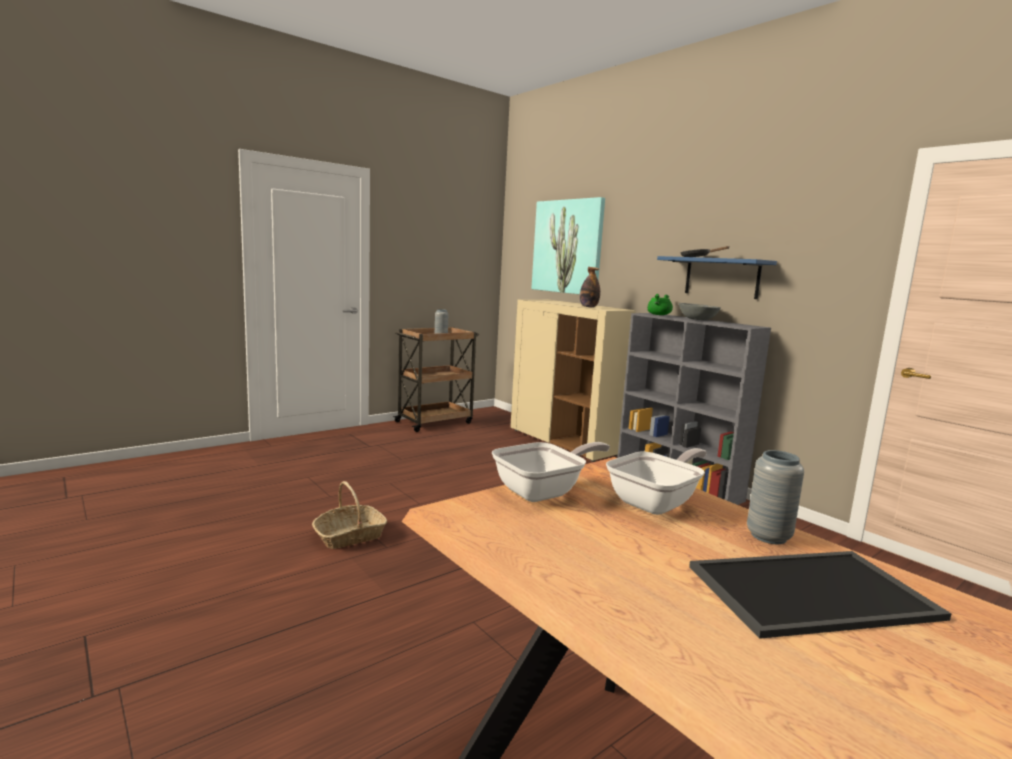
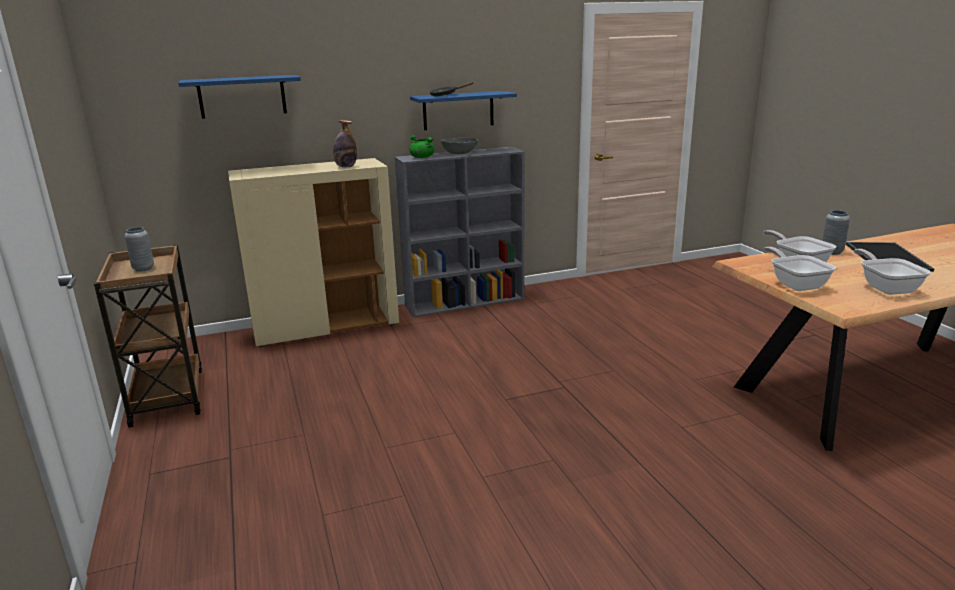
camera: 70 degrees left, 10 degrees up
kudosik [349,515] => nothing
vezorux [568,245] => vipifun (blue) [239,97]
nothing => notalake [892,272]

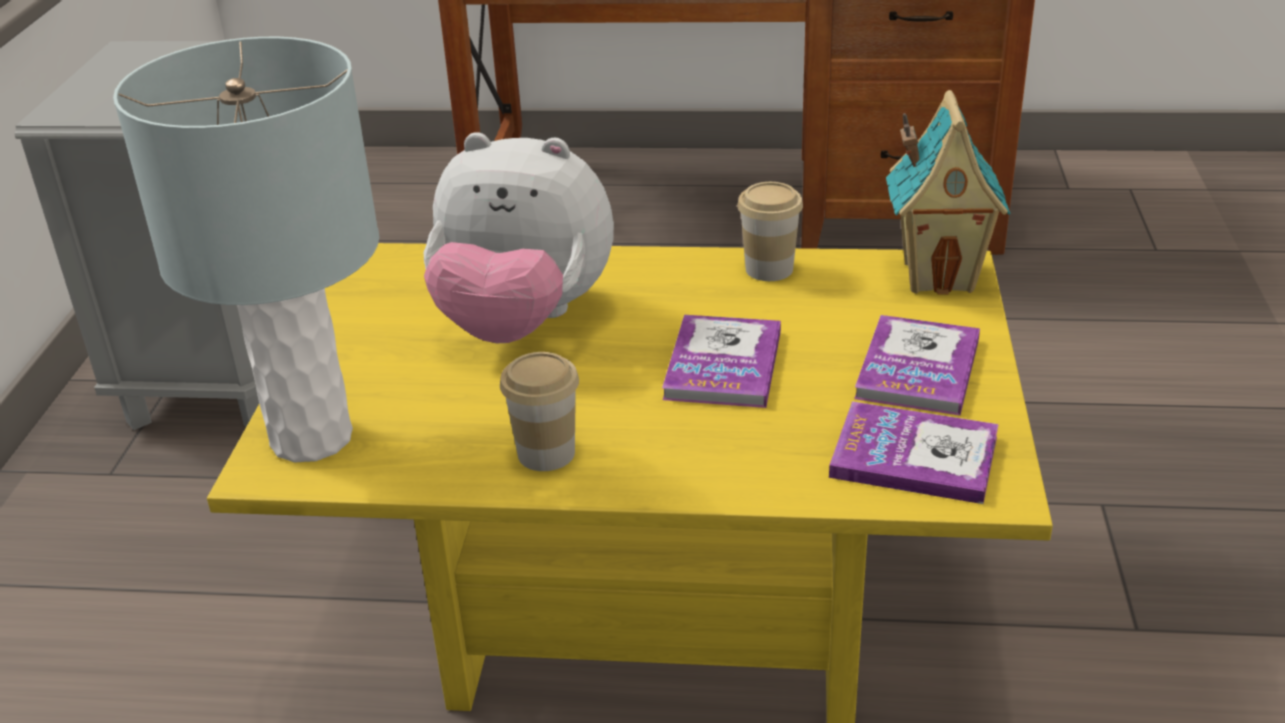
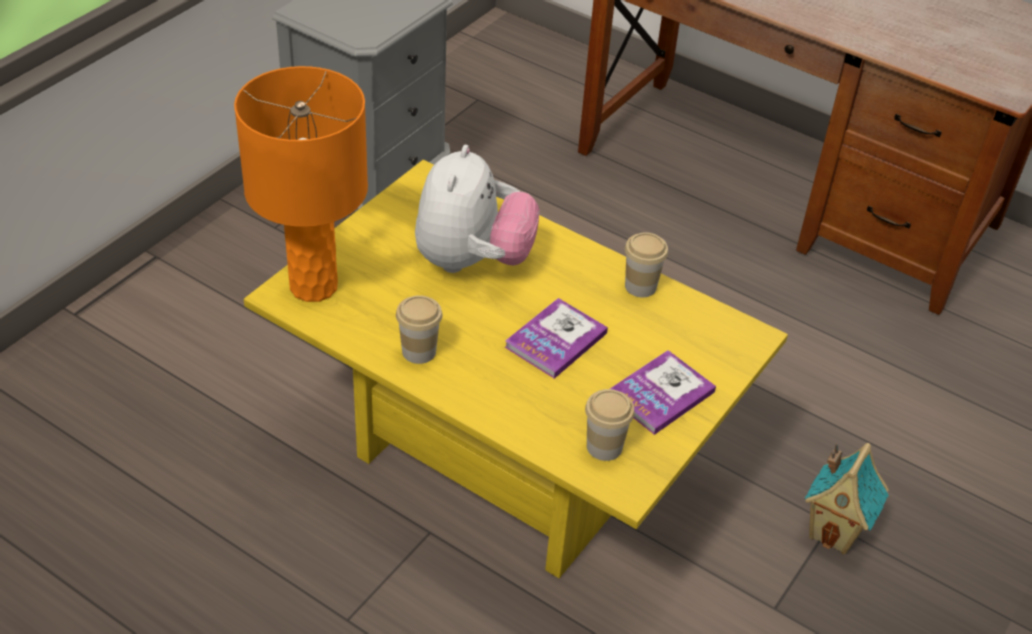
camera: 25 degrees right, 10 degrees up
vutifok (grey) [246,249] => vutifok (orange) [301,184]
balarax [518,237] => balarax [477,209], 120 degrees counterclockwise
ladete [914,453] => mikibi [610,425]
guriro [948,192] => guriro [847,498], shifted

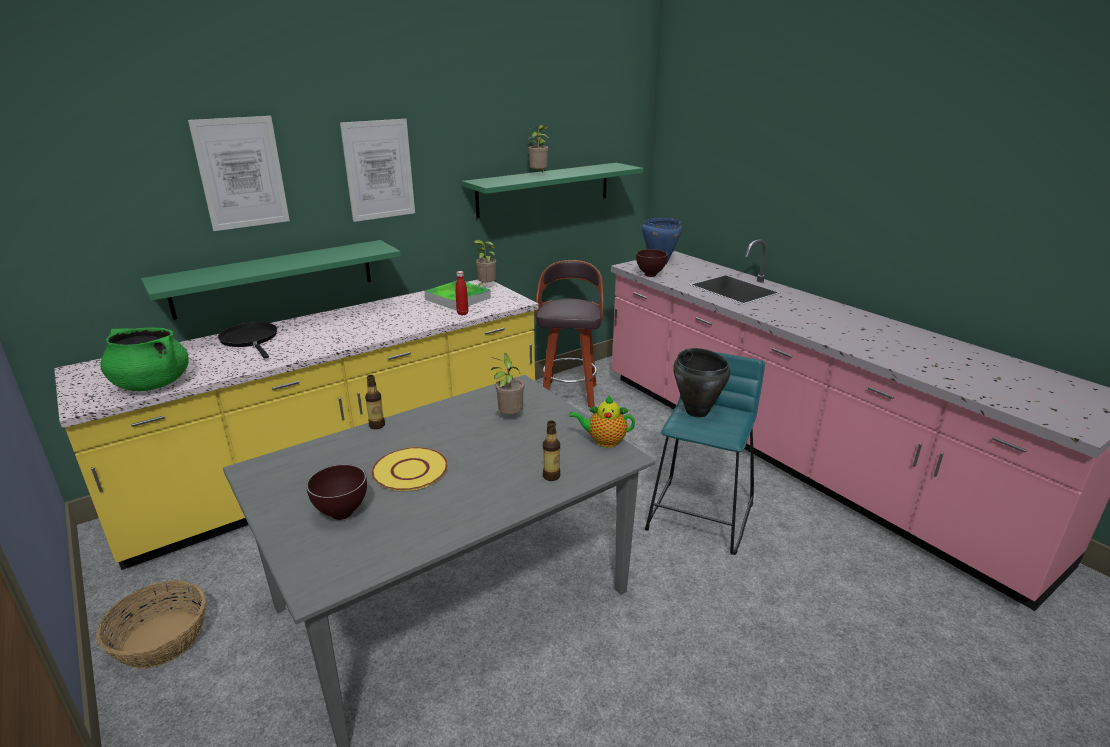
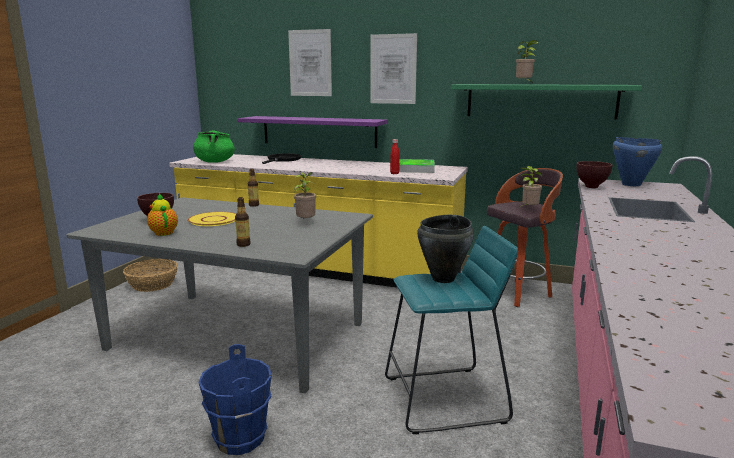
camera: 55 degrees right, 10 degrees down
vipifun (green) [271,280] => vipifun (purple) [313,132]
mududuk [484,263] => mududuk [531,186], shifted
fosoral [602,421] => fosoral [162,214], shifted
nothing => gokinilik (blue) [234,399]

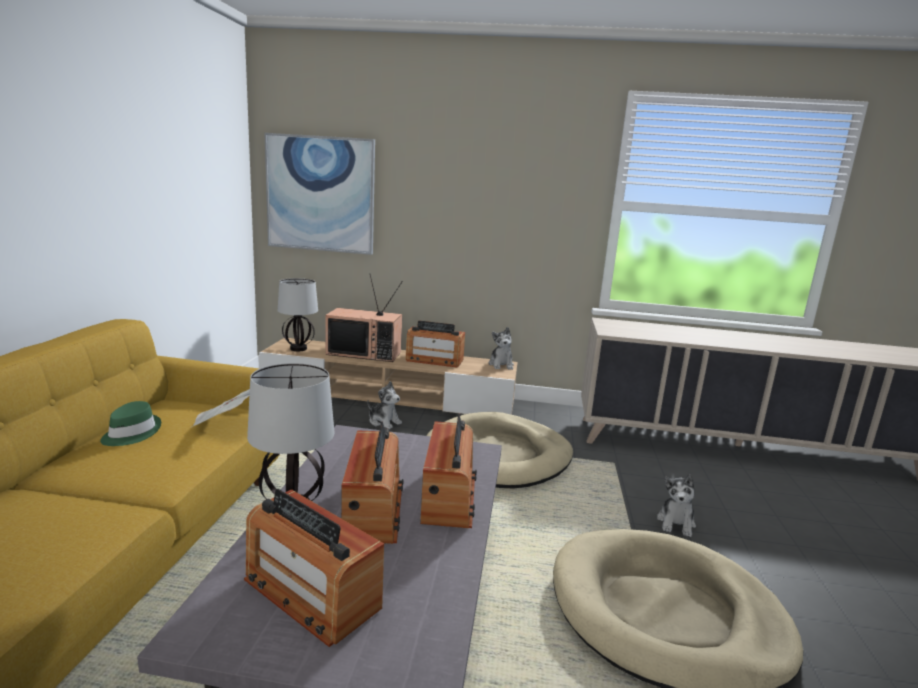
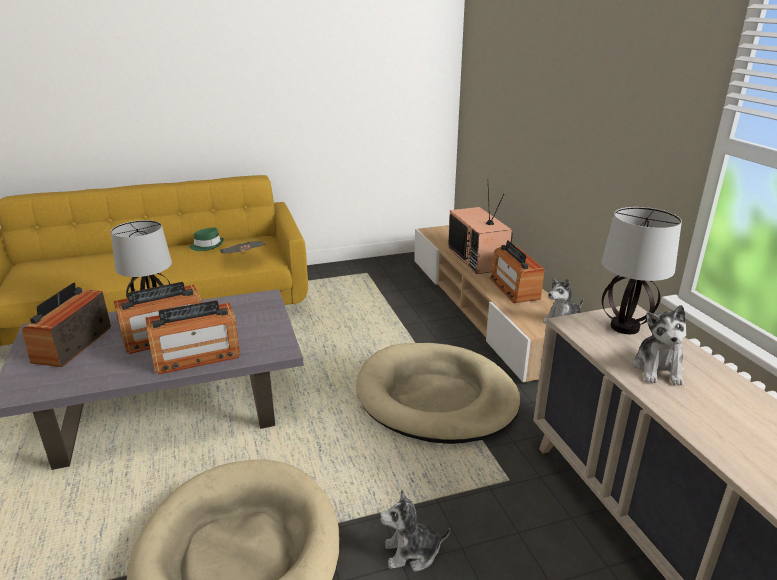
camera: 65 degrees right, 10 degrees up
vezorux [319,194] => nothing
vutifok [298,314] => vutifok [641,270], shifted
balarax [385,405] => balarax [659,345], shifted

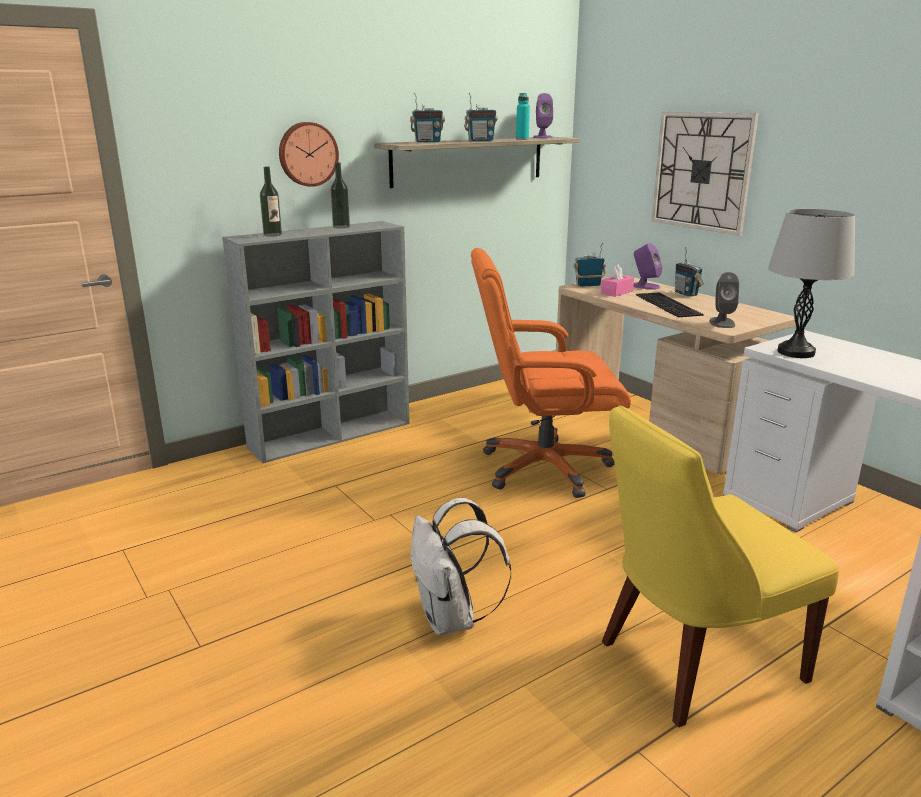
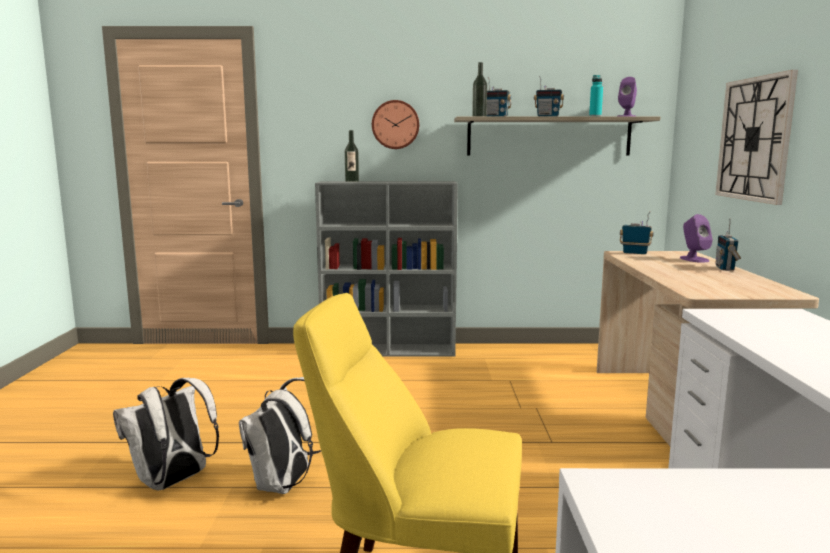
camera: 35 degrees right, 10 degrees down
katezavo [340,195] => katezavo [479,89], shifted
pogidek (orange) [551,373] => nothing
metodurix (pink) [617,281] => nothing
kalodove [670,304] => nothing
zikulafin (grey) [724,300] => nothing
vutifok (grey) [811,283] => nothing
nothing => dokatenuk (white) [166,434]

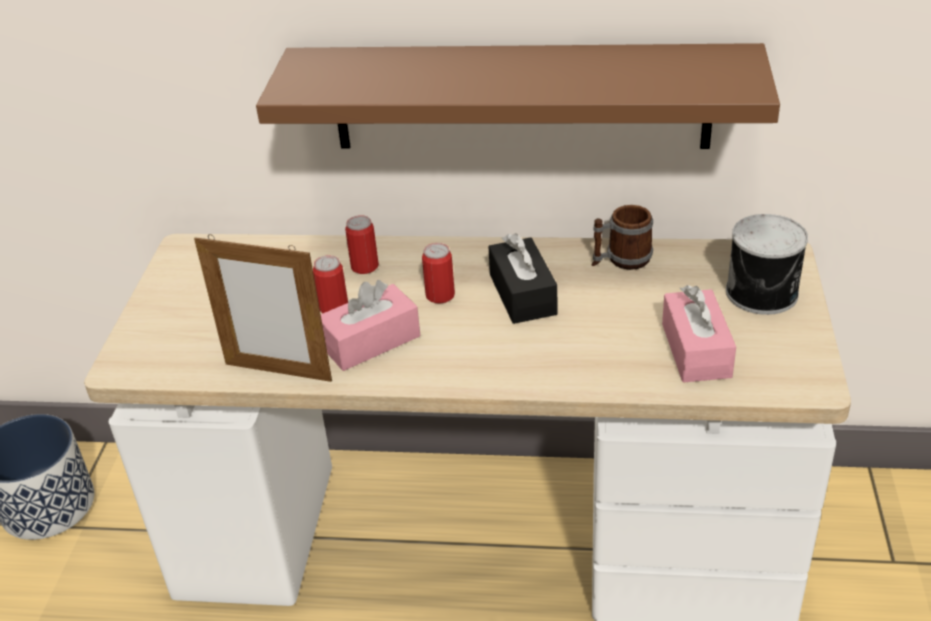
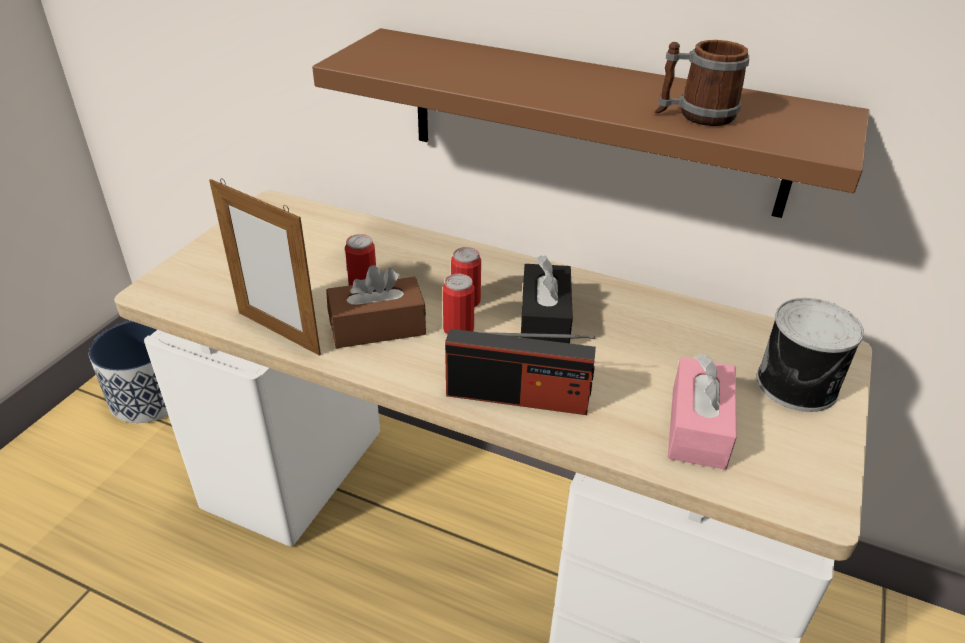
camera: 15 degrees right, 0 degrees up
metodurix (pink) [370,325] => metodurix (brown) [376,306]
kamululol [362,244] => kamululol [459,304], shifted
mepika [622,237] => mepika [702,83], shifted
nothing => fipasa [520,372]

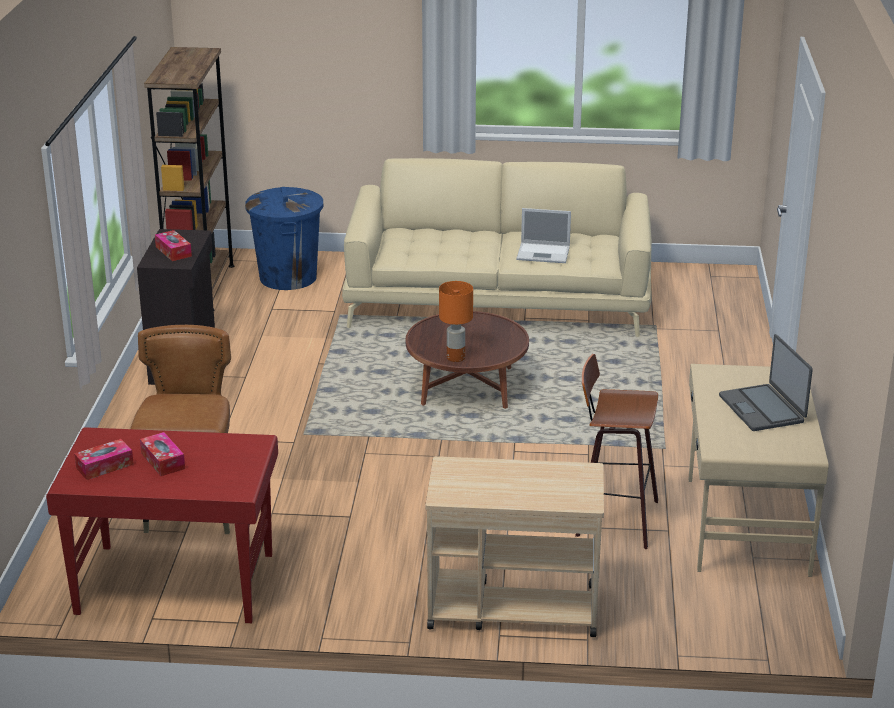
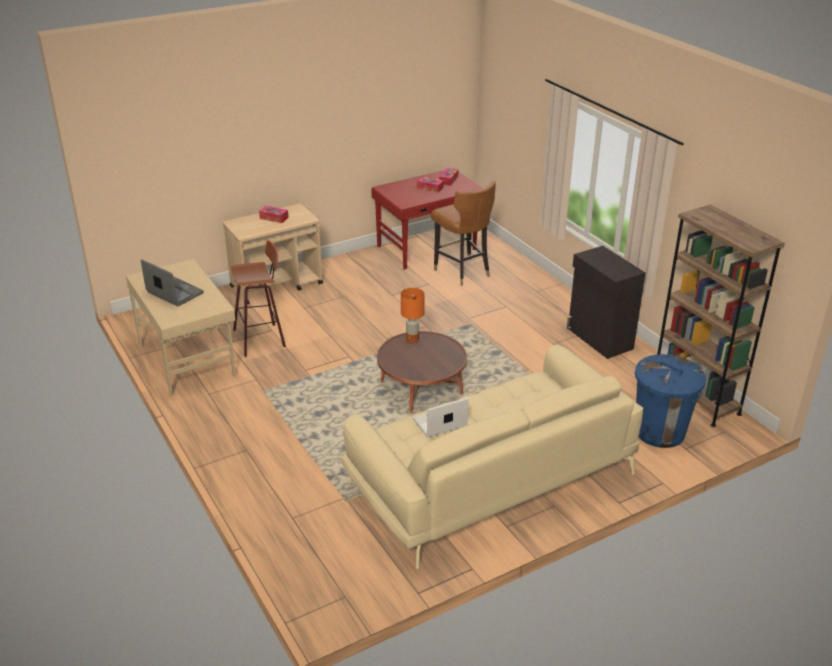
camera: 145 degrees right, 5 degrees up
metodurix [173,245] => metodurix [273,214], shifted

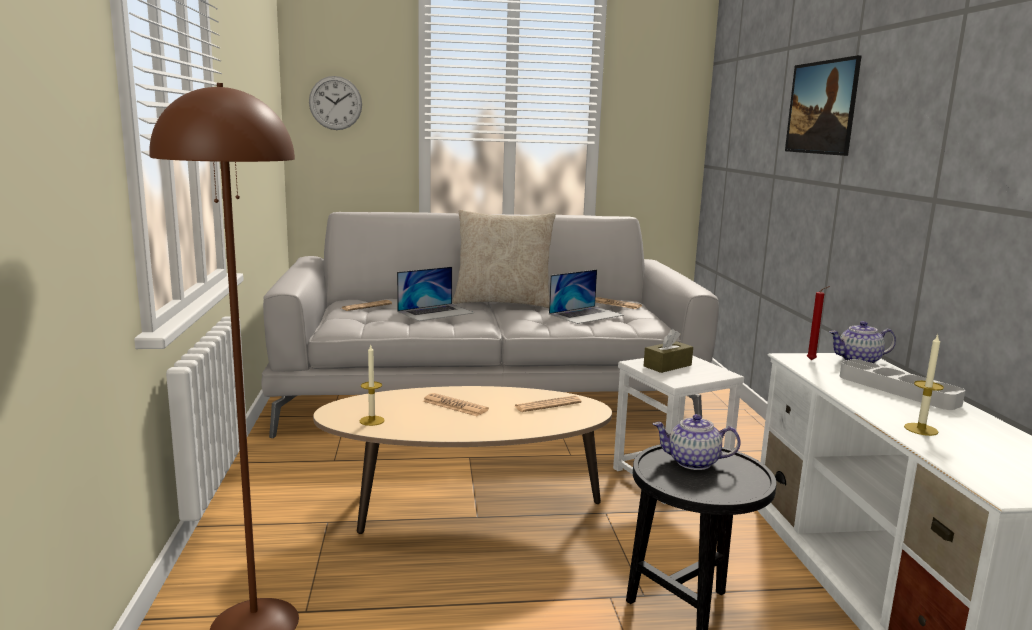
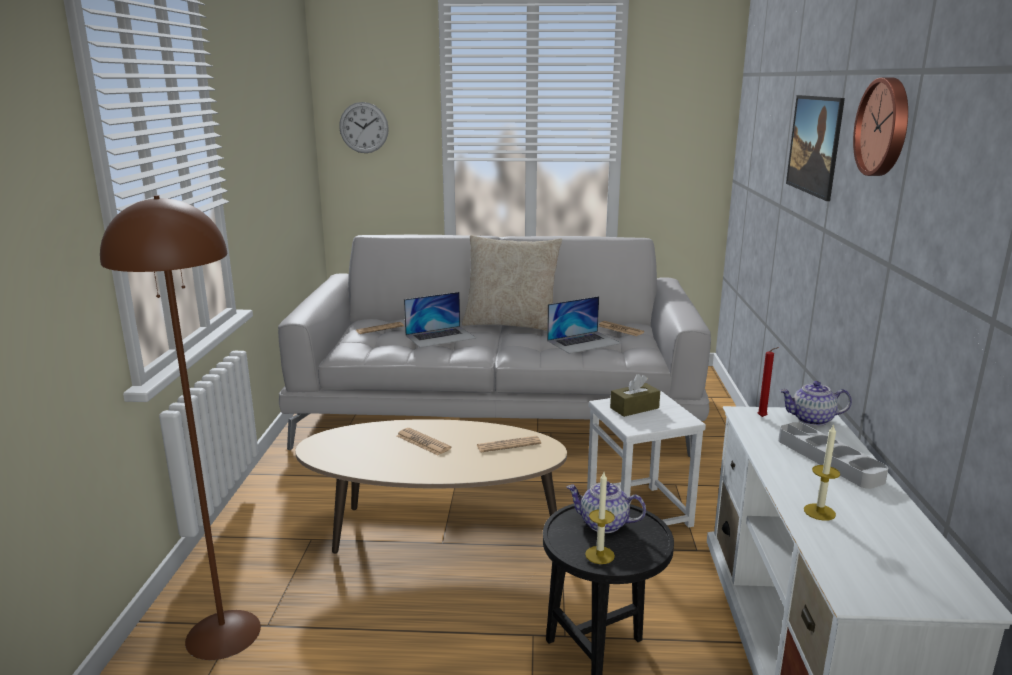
camera: 10 degrees right, 5 degrees up
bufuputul [372,385] => bufuputul [600,518], shifted
nothing => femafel [880,127]

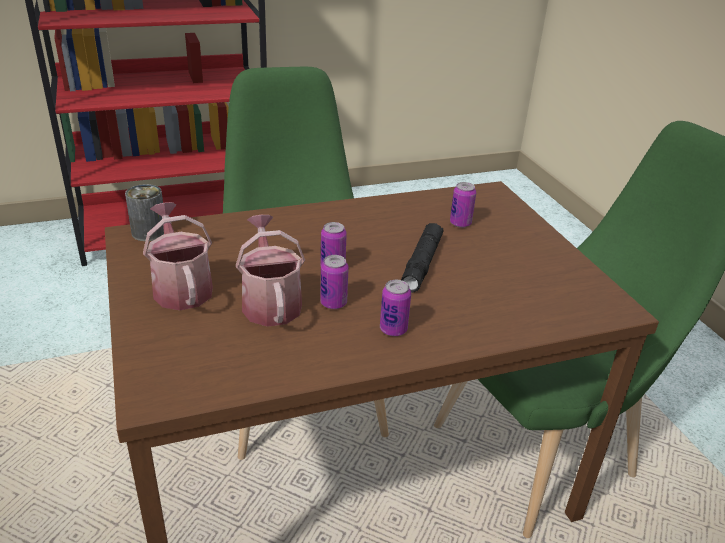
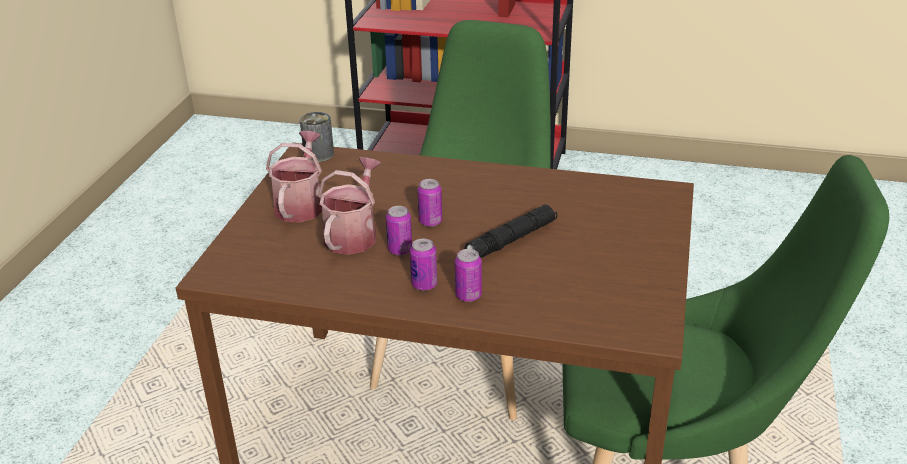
camera: 35 degrees right, 0 degrees up
kamululol [463,205] => kamululol [468,275], shifted

